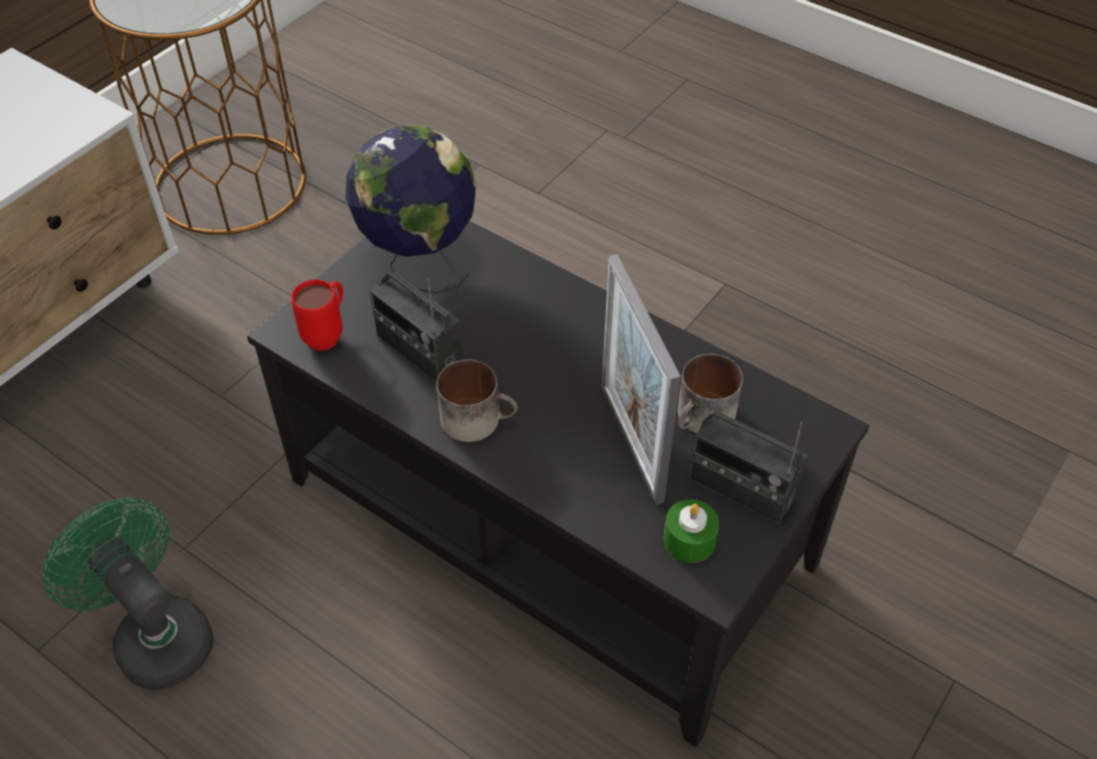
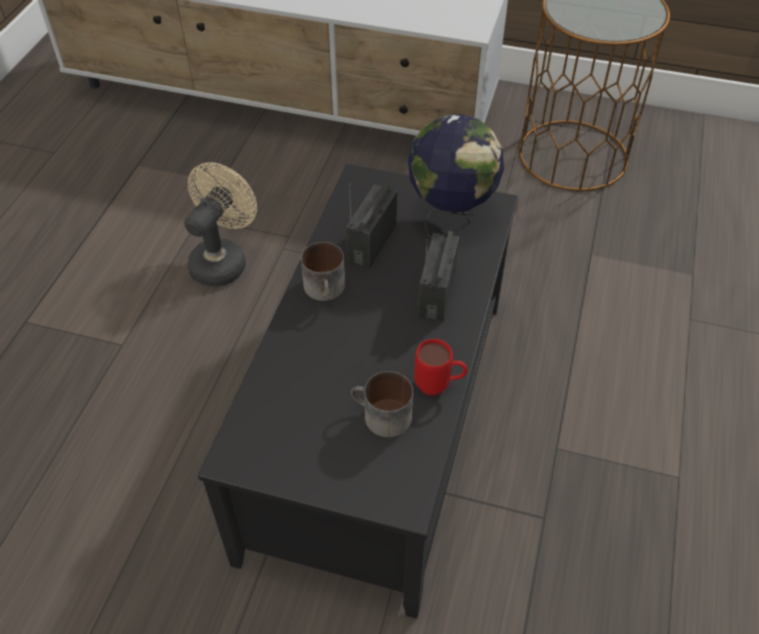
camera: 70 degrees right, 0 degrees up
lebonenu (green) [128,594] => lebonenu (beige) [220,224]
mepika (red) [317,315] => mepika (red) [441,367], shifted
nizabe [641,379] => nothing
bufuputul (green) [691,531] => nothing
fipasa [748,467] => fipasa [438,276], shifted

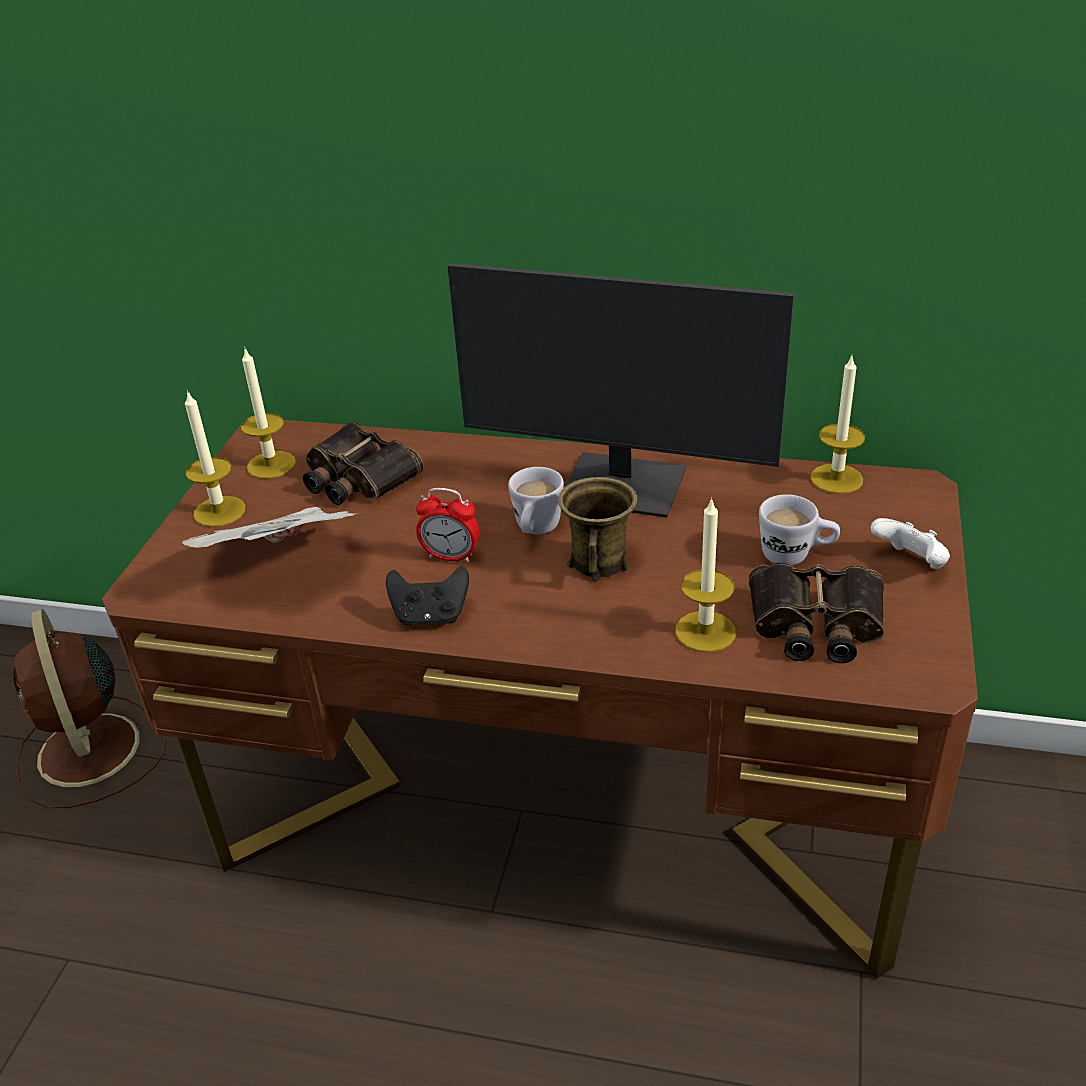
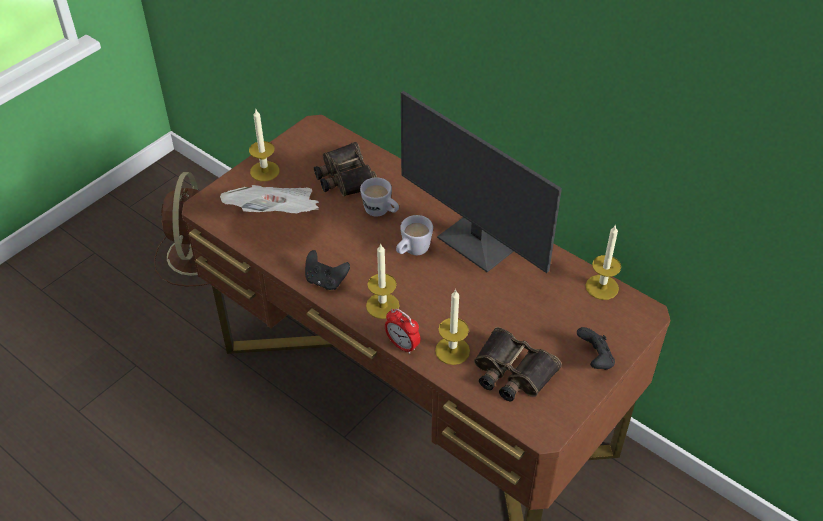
camera: 25 degrees right, 10 degrees up
bufuputul [268,413] => bufuputul [383,281], shifted
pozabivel [448,525] => pozabivel [402,331], shifted
mepika (brown) [598,529] => nothing
mepika (white) [799,530] => mepika (white) [379,196], shifted
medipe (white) [910,543] => medipe (black) [596,348]

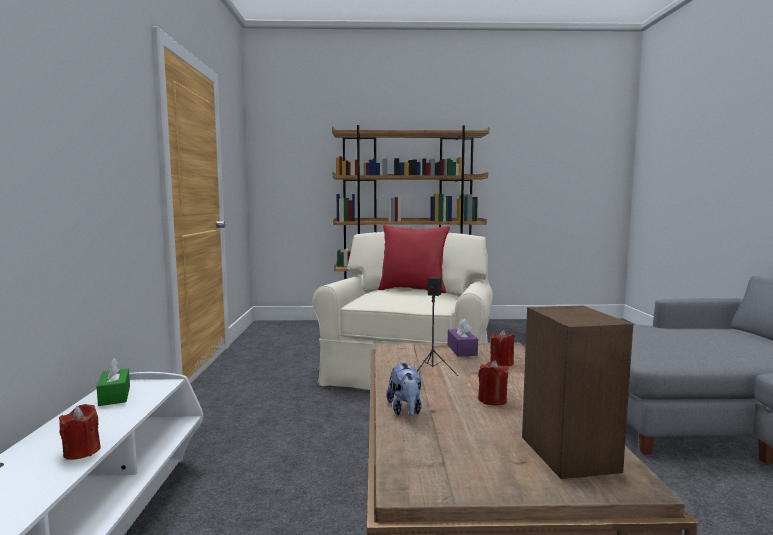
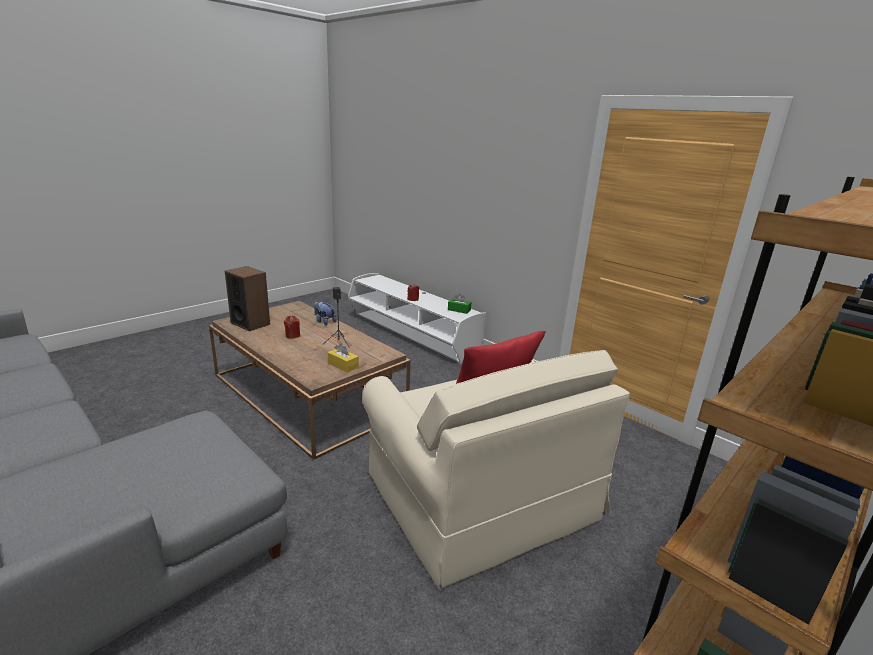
camera: 135 degrees right, 15 degrees up
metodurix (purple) [463,337] => metodurix (yellow) [343,358]
bufuputul (red) [502,348] => nothing

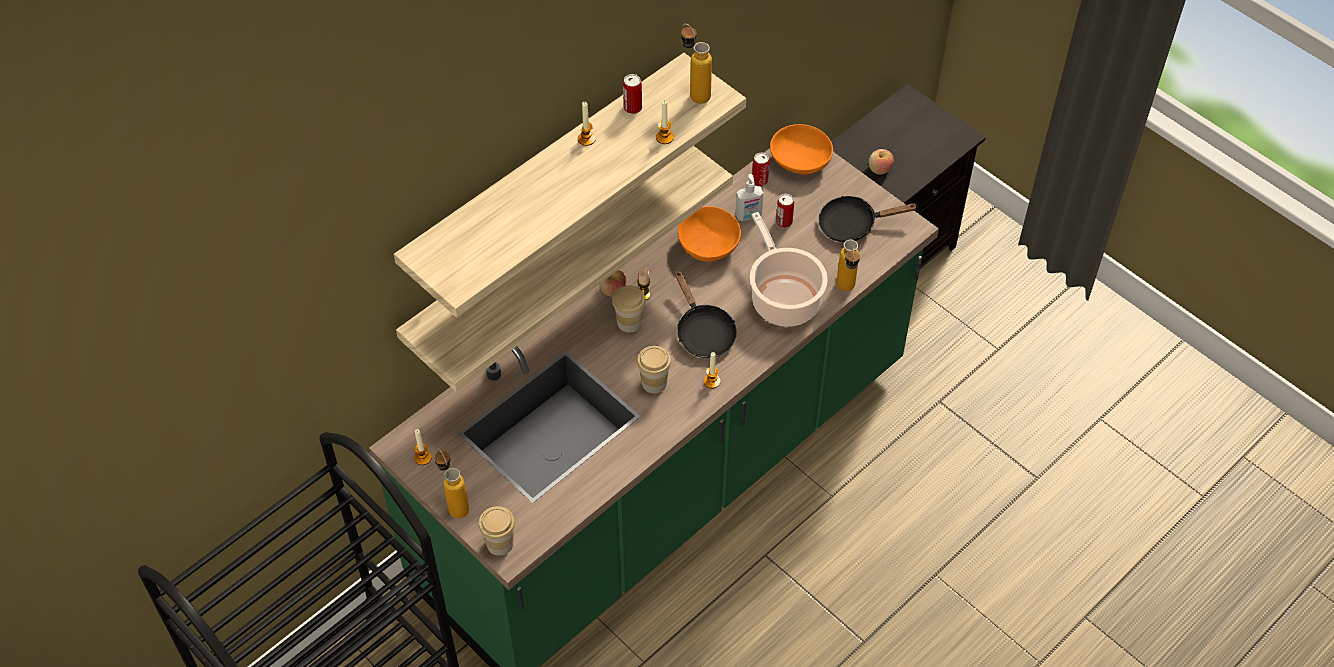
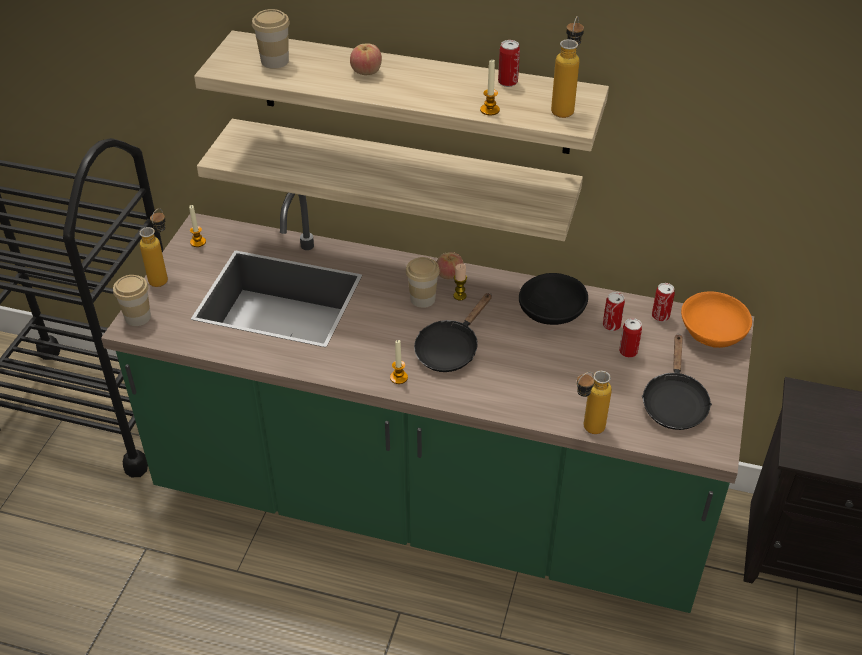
camera: 60 degrees right, 10 degrees down
bufuputul [587,124] => nothing
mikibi [654,369] => mikibi [271,39], shifted
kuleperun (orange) [709,234] => kuleperun (black) [553,299]
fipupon [749,197] => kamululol [614,311]
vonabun [789,269] => nothing
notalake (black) [868,219] => notalake (black) [677,382], 135 degrees counterclockwise
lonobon [881,162] => lonobon [366,59], shifted

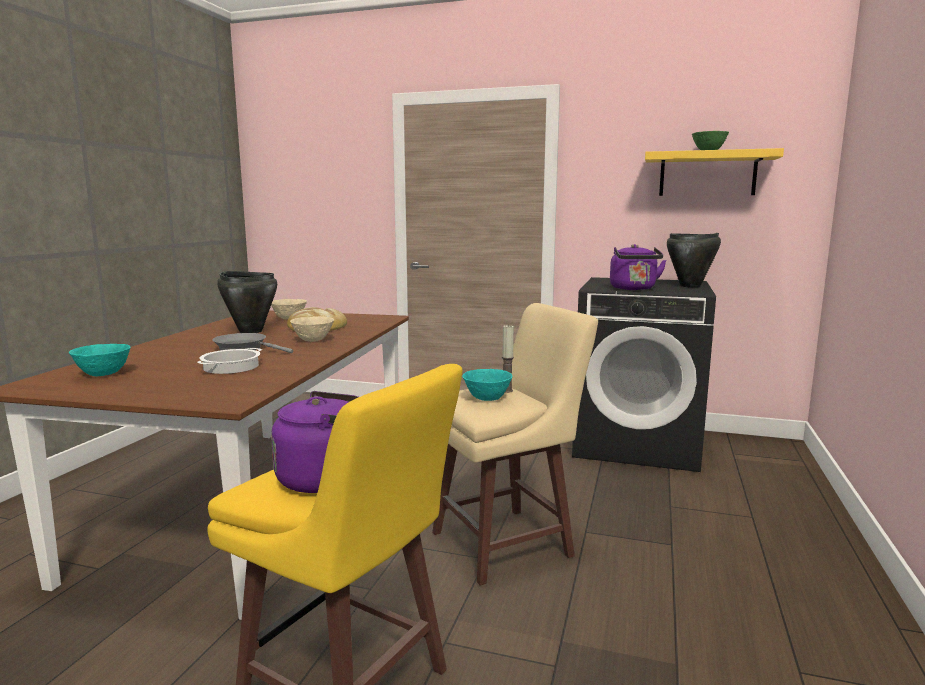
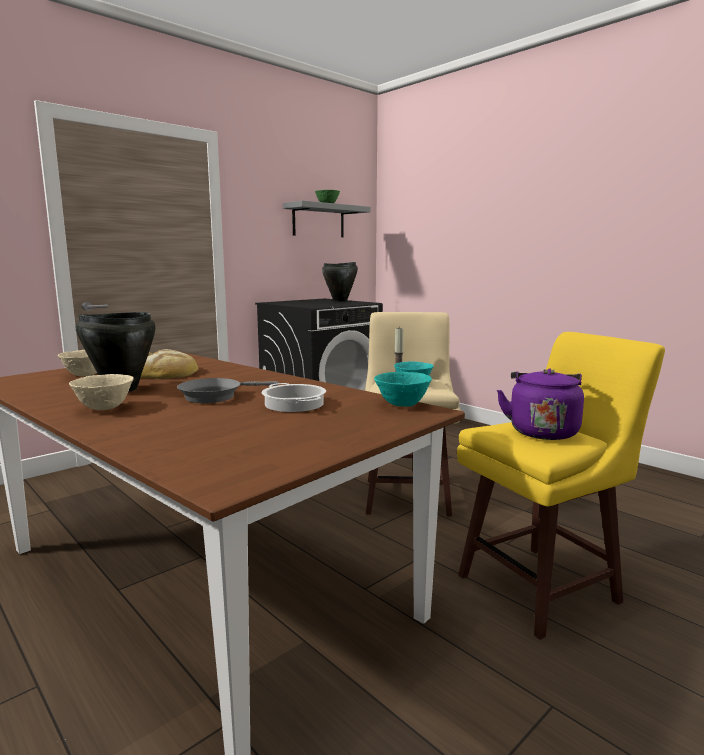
camera: 60 degrees left, 0 degrees up
kuleperun (turquoise) [100,360] => kuleperun (turquoise) [403,389], shifted
kuleperun (beige) [312,329] => kuleperun (beige) [101,392], shifted
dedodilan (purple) [638,267] => nothing
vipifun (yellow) [714,172] => vipifun (grey) [326,218]

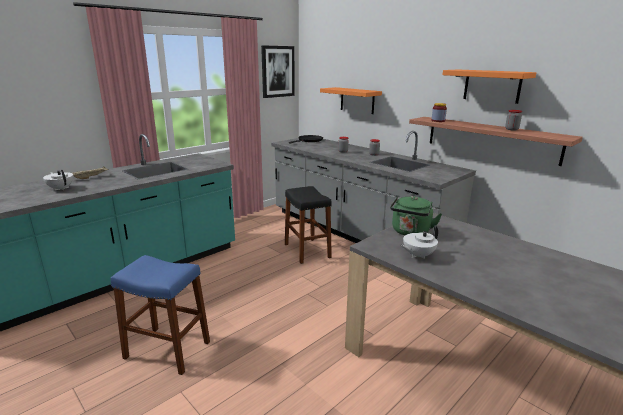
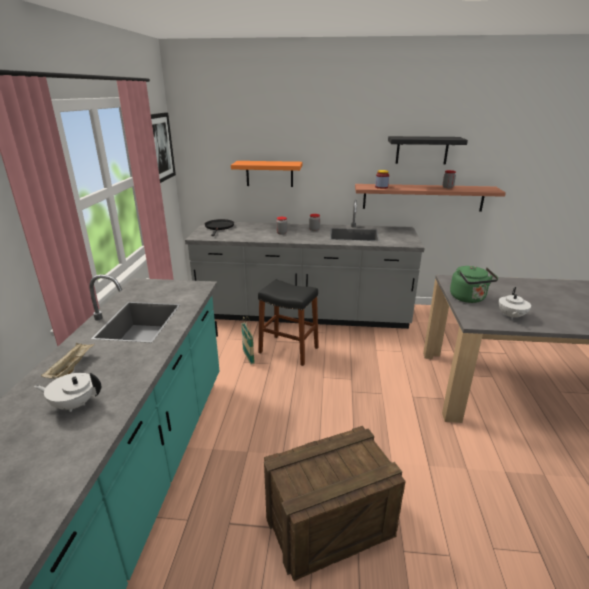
camera: 40 degrees left, 5 degrees up
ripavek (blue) [160,315] => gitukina [335,503]
vipifun (orange) [489,87] => vipifun (black) [428,150]
nothing => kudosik [248,340]

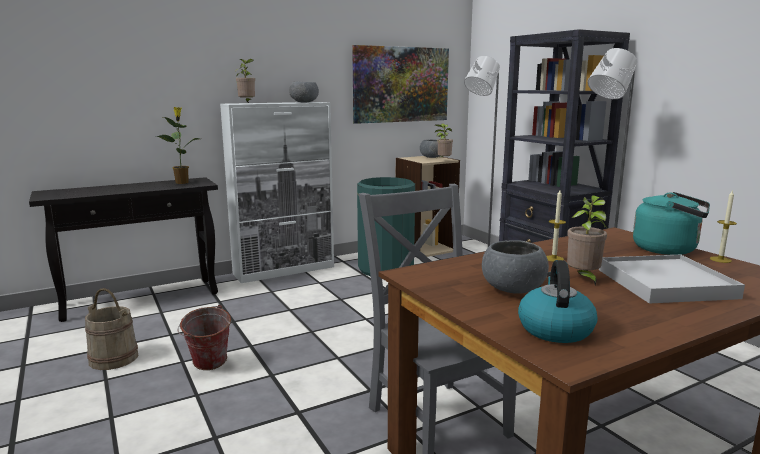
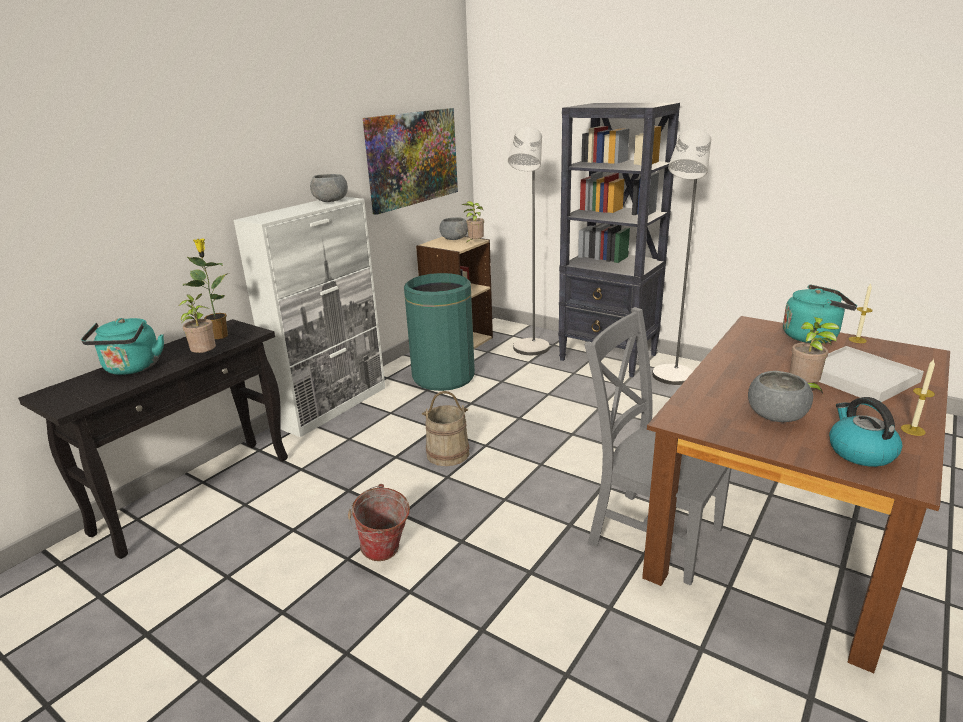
camera: 25 degrees left, 10 degrees up
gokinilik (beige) [112,329] => gokinilik (beige) [445,428], shifted
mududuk [245,81] => mududuk [197,323], shifted
bufuputul [556,226] => bufuputul [918,397], shifted
nothing => dedodilan (turquoise) [122,346]

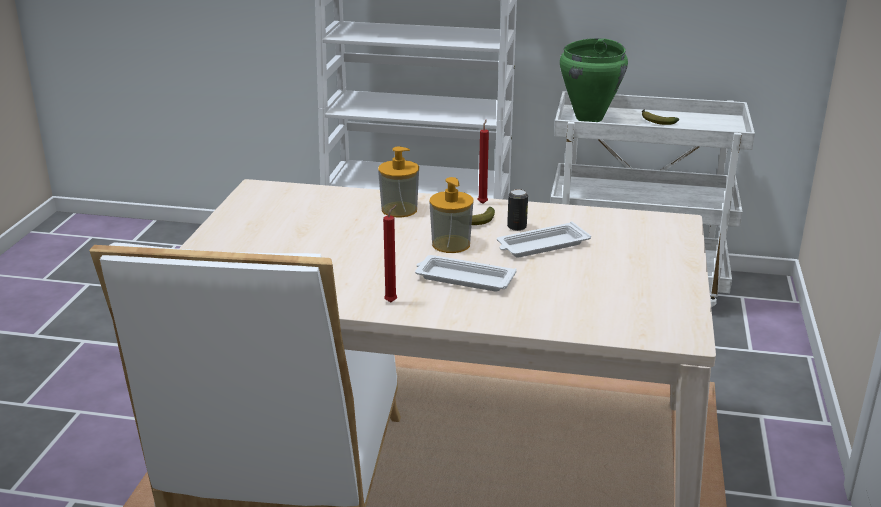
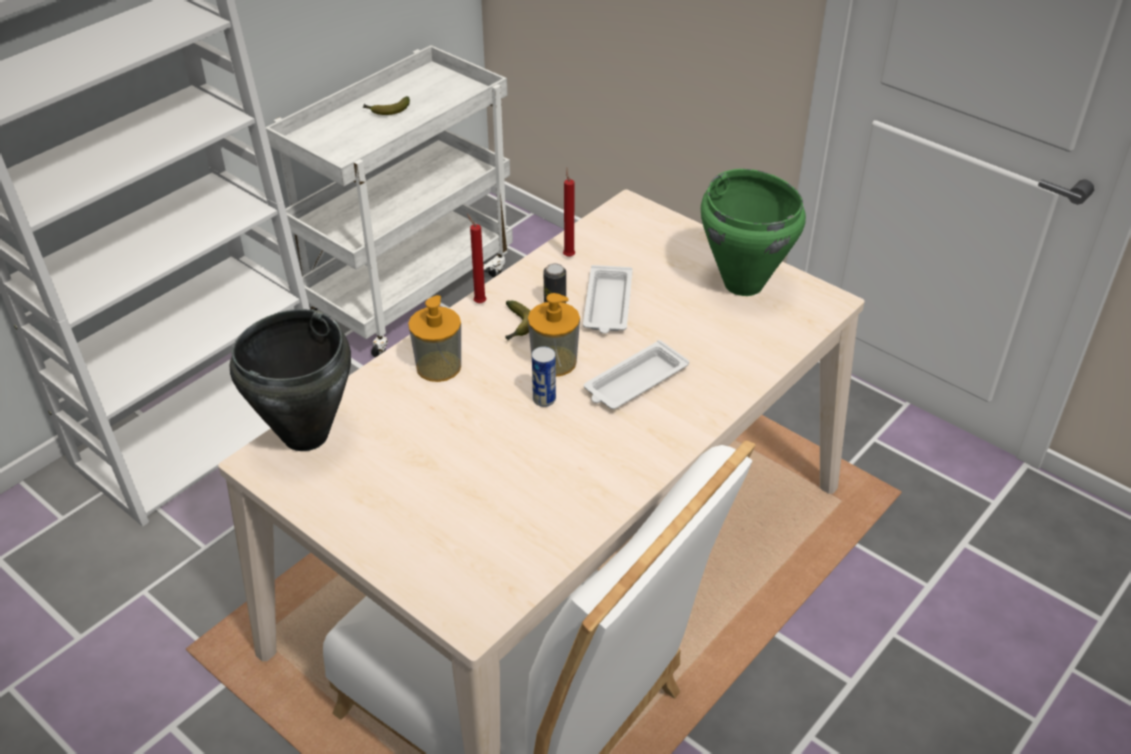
camera: 60 degrees left, 15 degrees up
bufuputul (red) [390,253] => bufuputul (red) [569,212], shifted
vonabun (green) [594,80] => vonabun (green) [753,232], shifted
nothing => vonabun (black) [290,380]
nothing => kamululol [544,376]

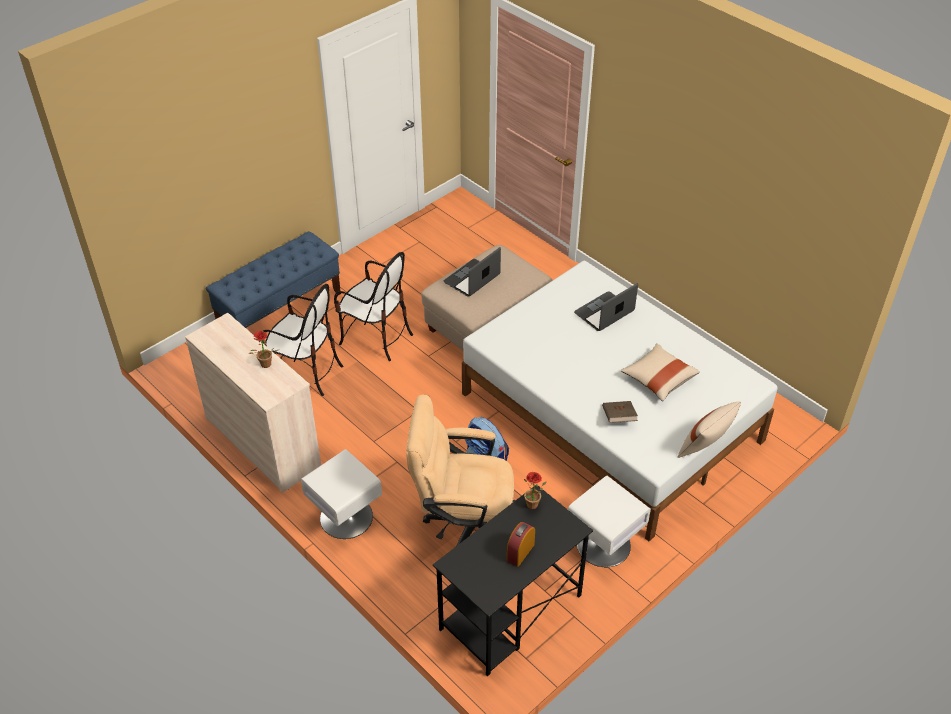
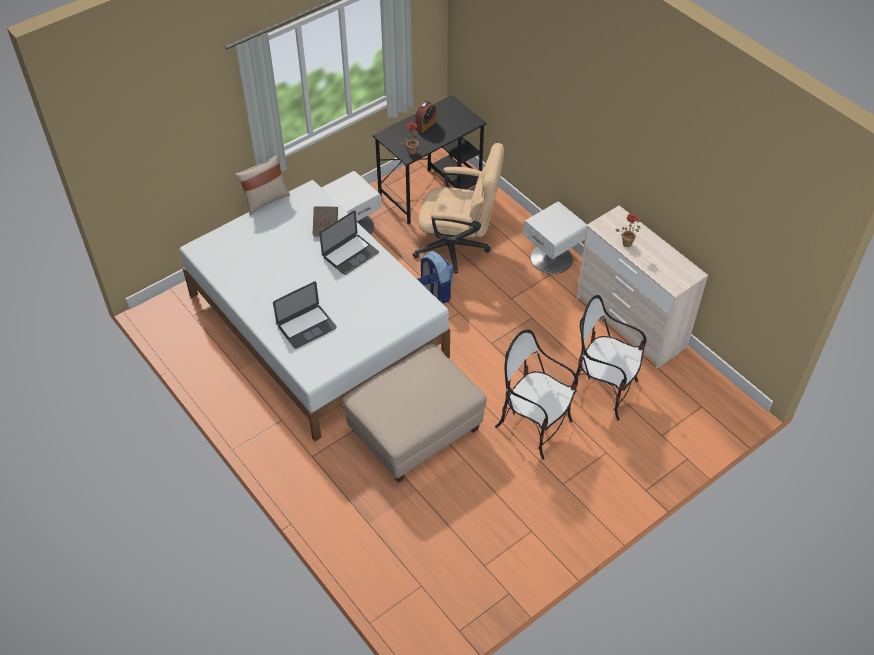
camera: 175 degrees left, 5 degrees up
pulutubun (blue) [273,279] => nothing
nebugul [472,272] => nebugul [349,242], shifted
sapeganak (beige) [660,372] => nothing

